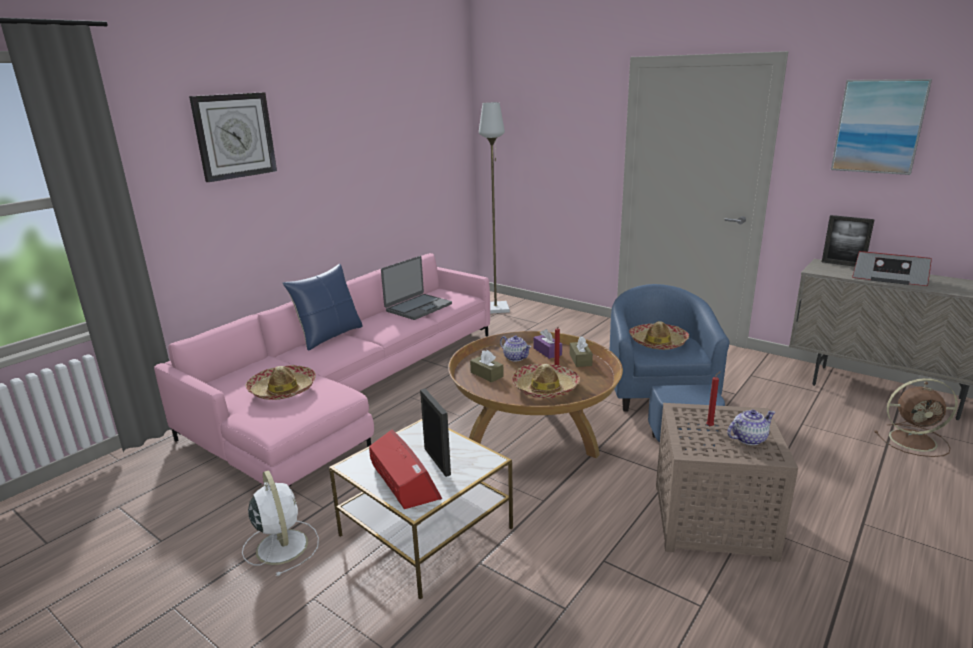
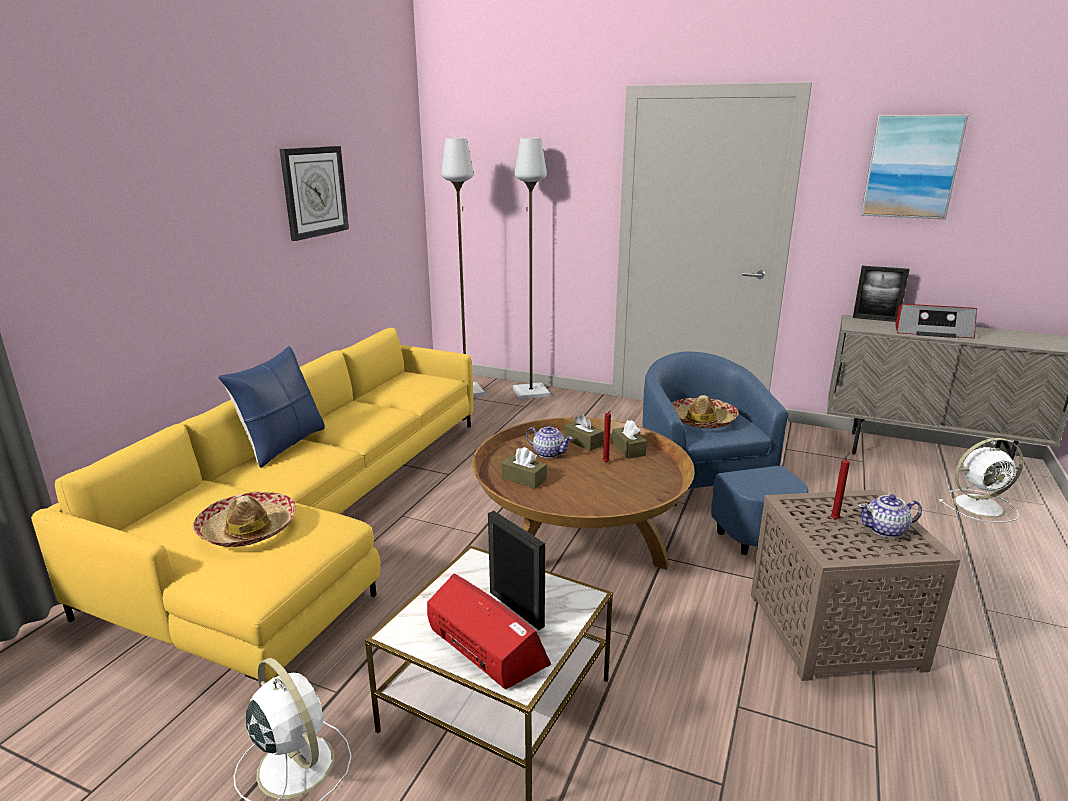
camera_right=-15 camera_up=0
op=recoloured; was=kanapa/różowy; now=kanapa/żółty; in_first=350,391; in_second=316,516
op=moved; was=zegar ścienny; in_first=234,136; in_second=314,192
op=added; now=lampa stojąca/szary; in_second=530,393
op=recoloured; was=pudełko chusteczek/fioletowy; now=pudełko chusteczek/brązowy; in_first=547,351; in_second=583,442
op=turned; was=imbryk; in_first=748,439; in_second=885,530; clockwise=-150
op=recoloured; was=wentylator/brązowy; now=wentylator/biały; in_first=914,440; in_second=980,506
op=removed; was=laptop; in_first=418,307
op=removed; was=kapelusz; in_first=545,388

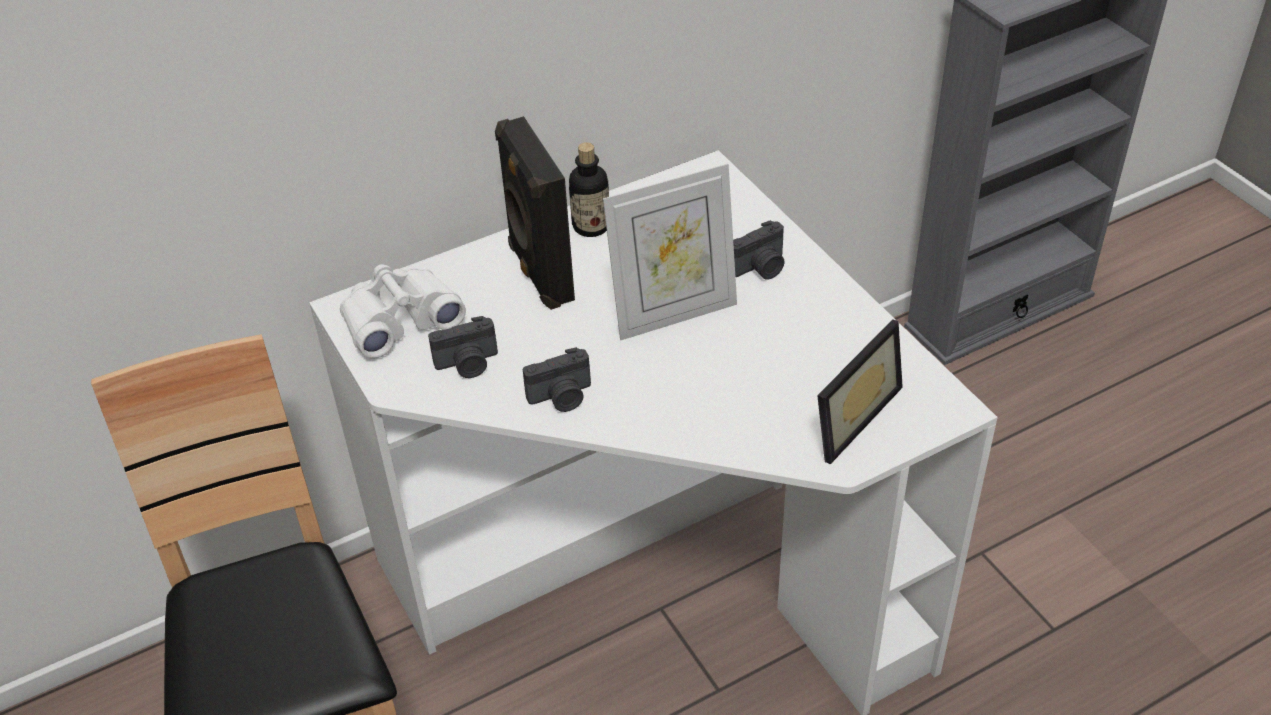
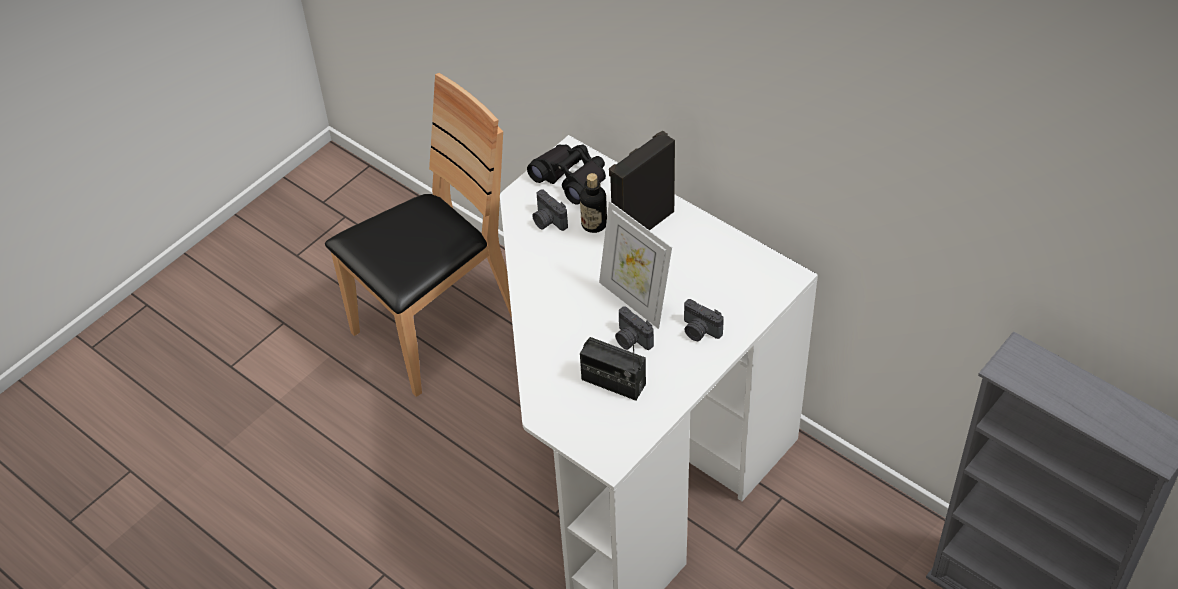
camera_right=70 camera_up=5
op=recoloured; was=lornetka/biały; now=lornetka/czarny; in_first=400,320; in_second=571,178
op=moved; was=butelka; in_first=591,226; in_second=594,224
op=added; now=radio; in_second=613,382
op=moved; was=aparat fotograficzny; in_first=562,397; in_second=631,340
op=removed; was=ramka na zdjęcie; in_first=846,414

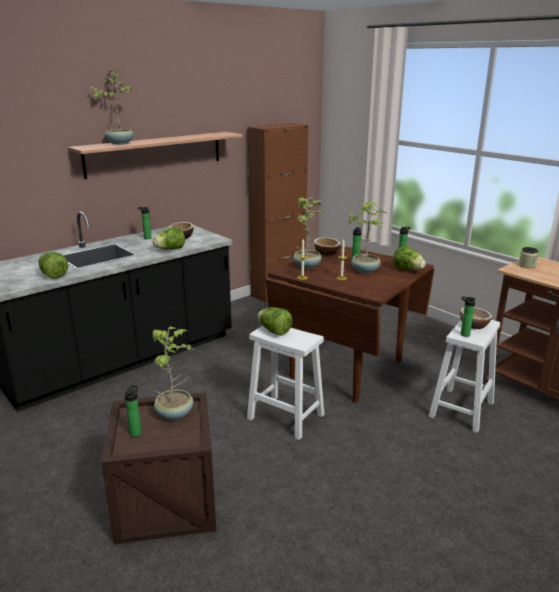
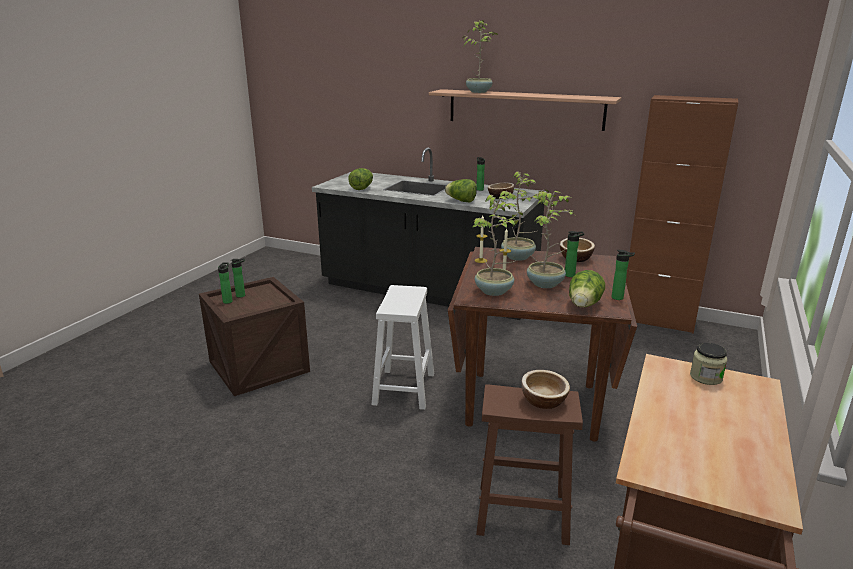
camera_right=65 camera_up=0
op=moved; was=butelka; in_first=463,334; in_second=228,301
op=moved; was=roślina doniczkowa; in_first=175,413; in_second=494,291
op=recoloured; was=stołek/biały; now=stołek/brązowy; in_first=461,410; in_second=520,513
op=removed; was=sałata; in_first=274,331

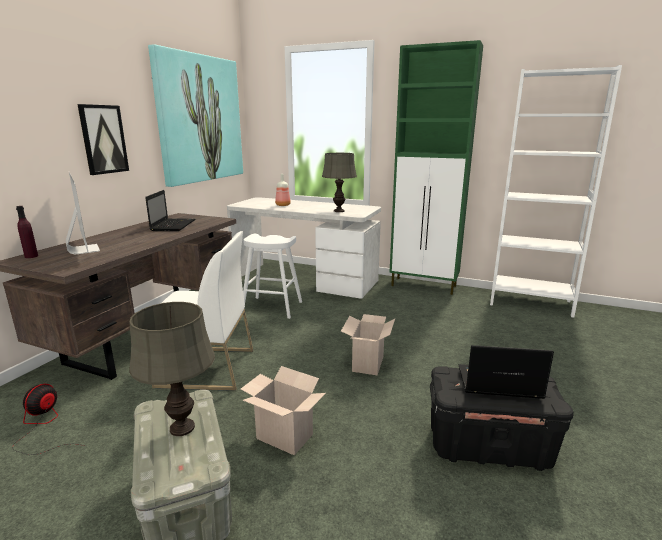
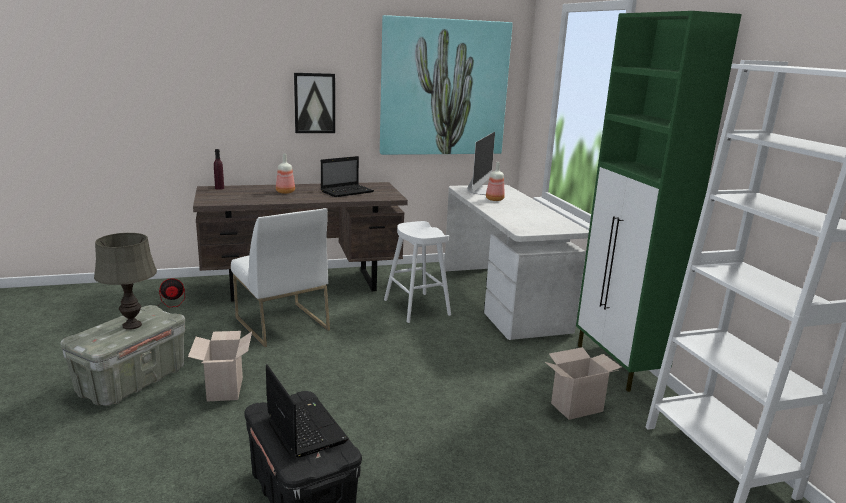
camera_right=50 camera_up=0
op=added; now=butelka; in_second=284,192
op=moved; was=monitor; in_first=83,249; in_second=480,191
op=moved; was=karton; in_first=367,363; in_second=577,406
op=removed; was=lampa stołowa/szary; in_first=338,211

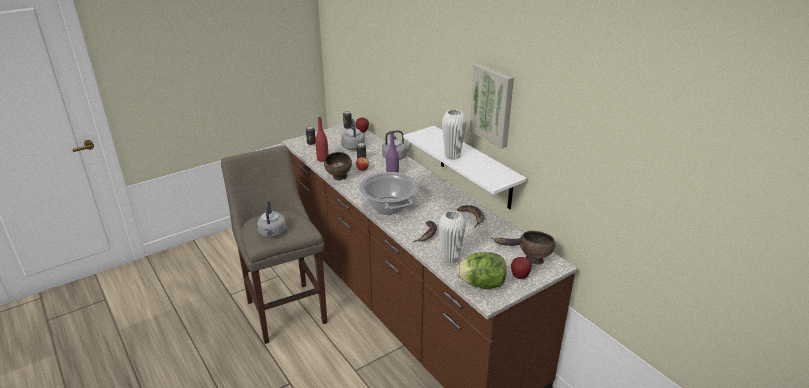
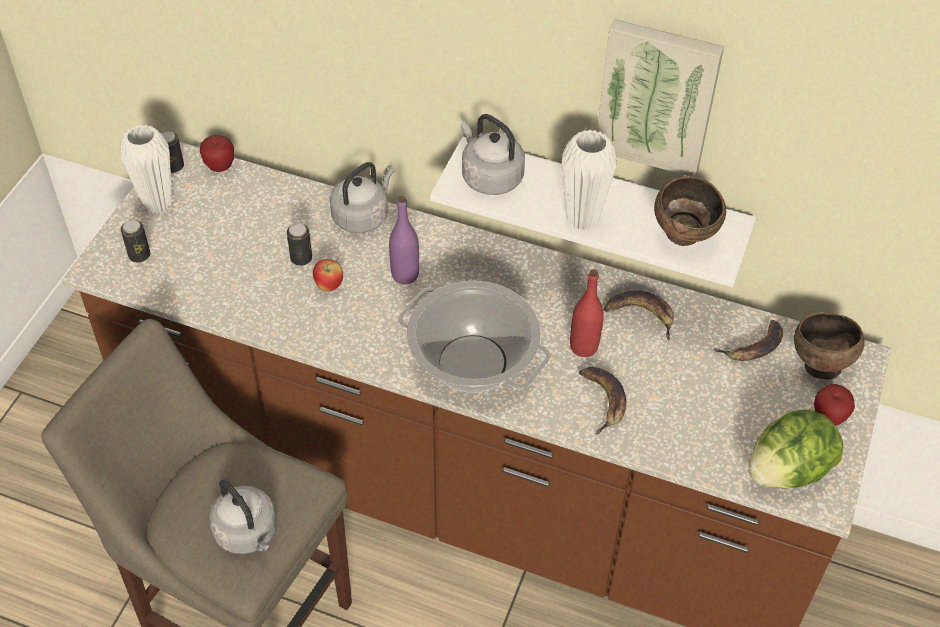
camera_right=-35 camera_up=20
op=moved; was=wazon/biały; in_first=450,258; in_second=157,203
op=moved; was=czajnik/szary; in_first=353,146; in_second=489,177
op=moved; was=butelka/czerwony; in_first=322,159; in_second=584,347
op=moved; was=miska/brązowy; in_first=339,178; in_second=685,237

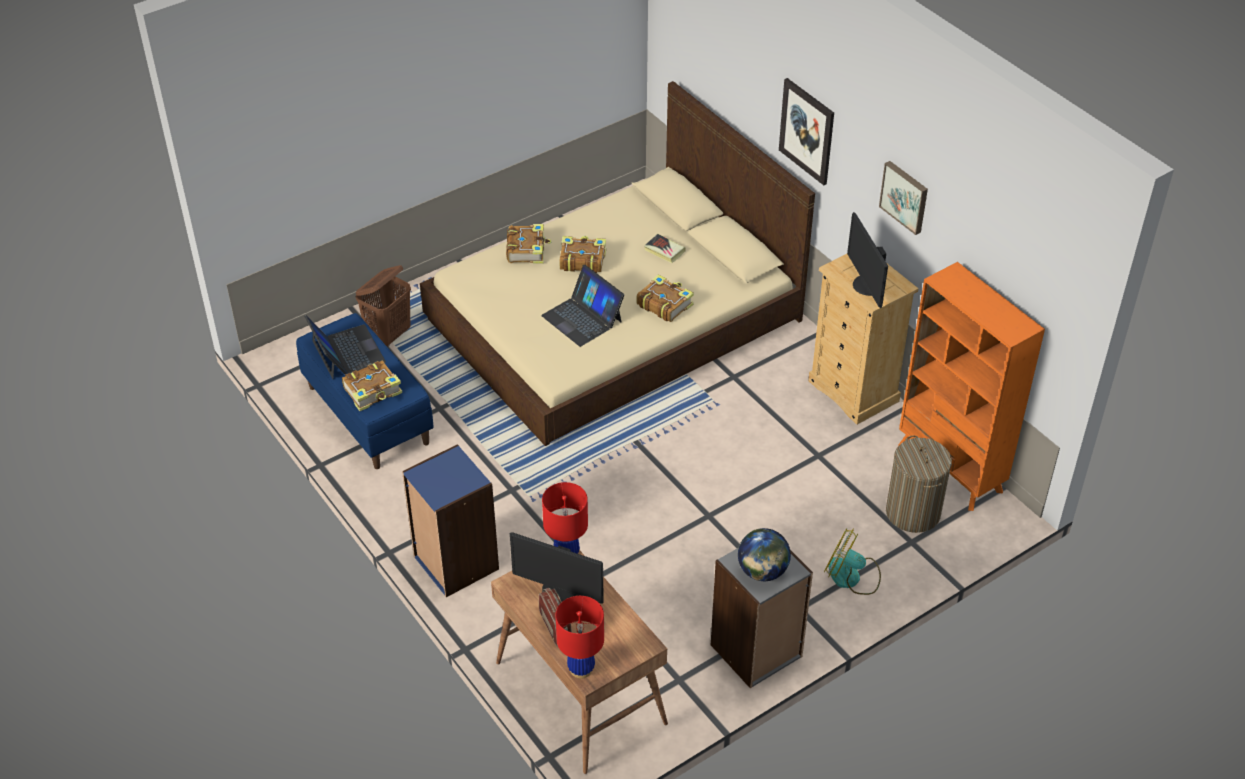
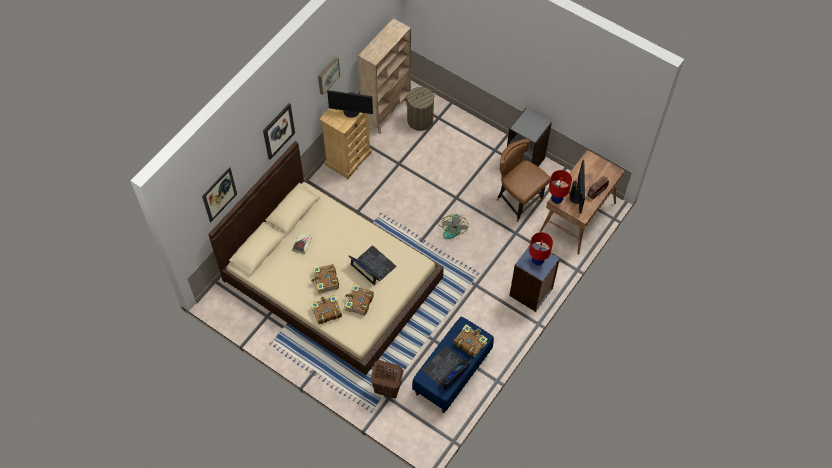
camera_right=-110 camera_up=15
op=added; now=obraz; in_second=219,194
op=turned; was=monitor; in_first=866,285; in_second=351,111; clockwise=45
op=moved; was=książka; in_first=664,304; in_second=358,302
op=turned; was=laptop; in_first=582,318; in_second=372,266; clockwise=-75
op=recoloured; was=regał/pomarańczowy; now=regał/beżowy; in_first=950,469; in_second=387,111
op=moved; was=wentylator; in_first=852,577; in_second=452,228
op=added; now=krzesło/brązowy; in_second=518,201
op=moved; was=lampa stołowa/czerwony; in_first=581,669; in_second=537,262
op=removed; was=globus; in_first=762,572

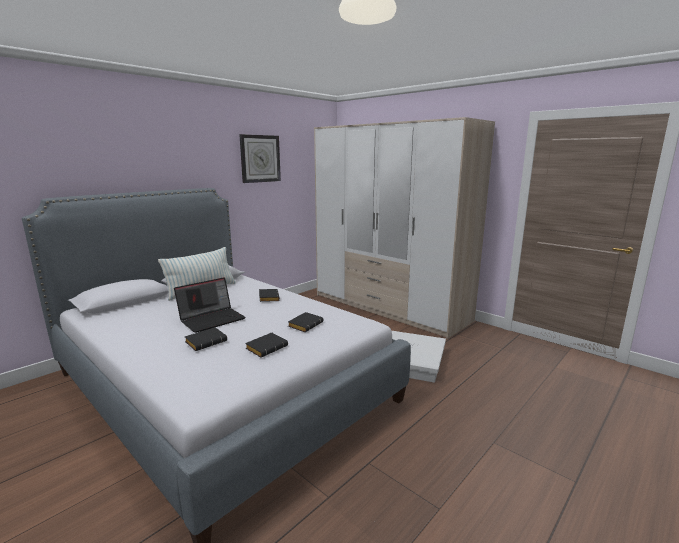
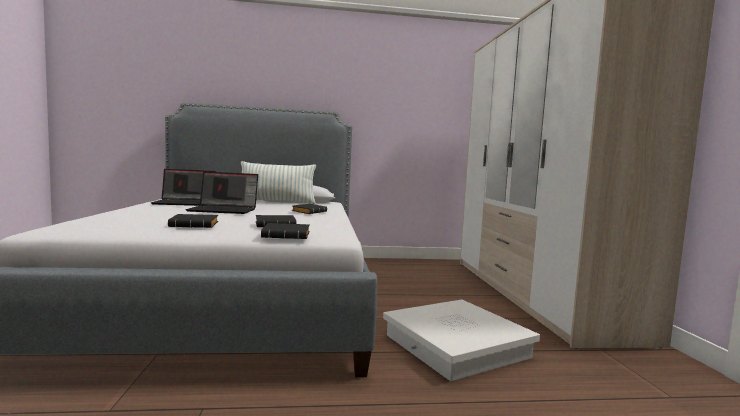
camera_right=40 camera_up=-10
op=added; now=laptop; in_second=186,203
op=moved; was=książka/czarny; in_first=206,341; in_second=287,236
op=removed; was=zegar ścienny; in_first=260,158

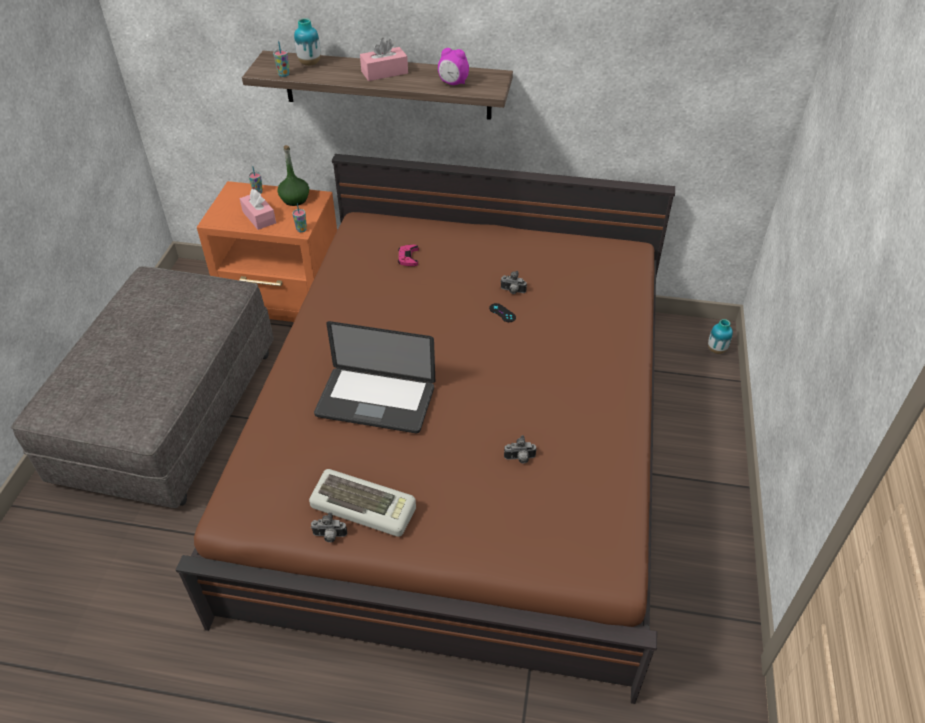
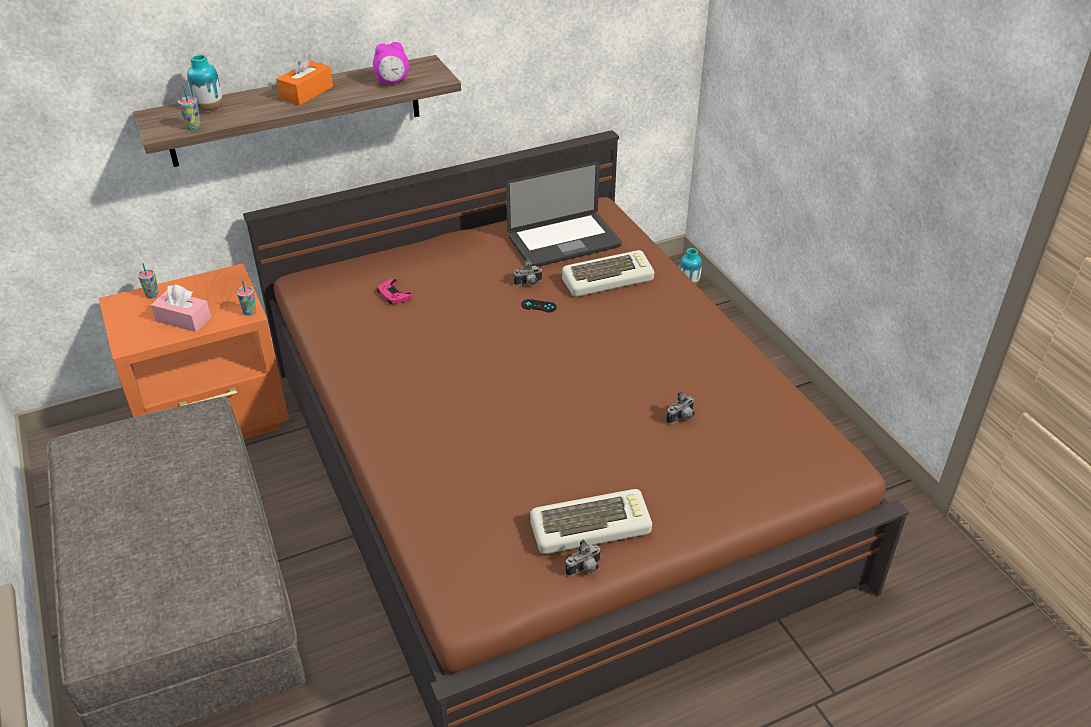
camera_right=-35 camera_up=-5
op=recoloured; was=pudełko chusteczek/różowy; now=pudełko chusteczek/pomarańczowy; in_first=384,72; in_second=306,93
op=moved; was=laptop; in_first=375,401; in_second=564,242
op=added; now=klawiatura; in_second=607,279
op=removed; was=butelka/zielony; in_first=295,199

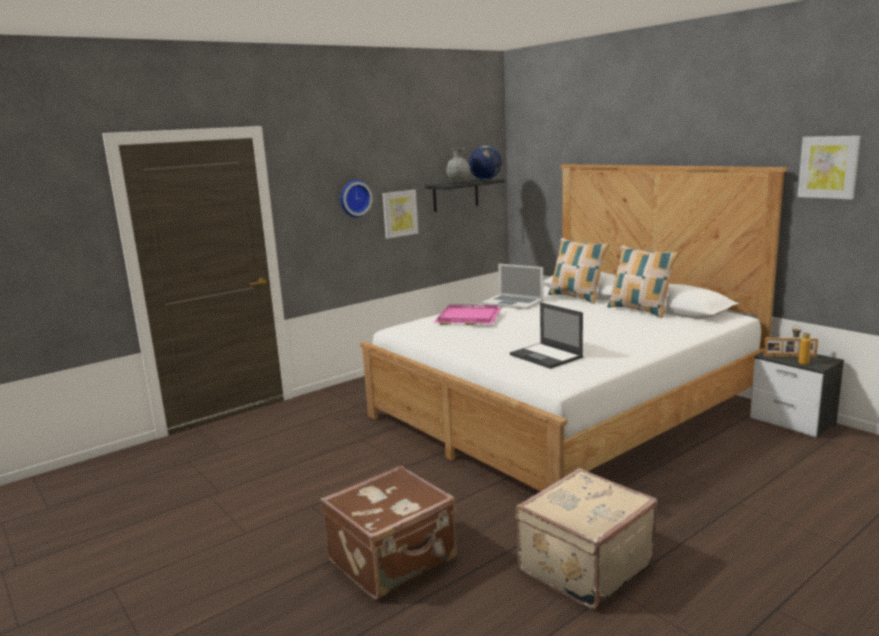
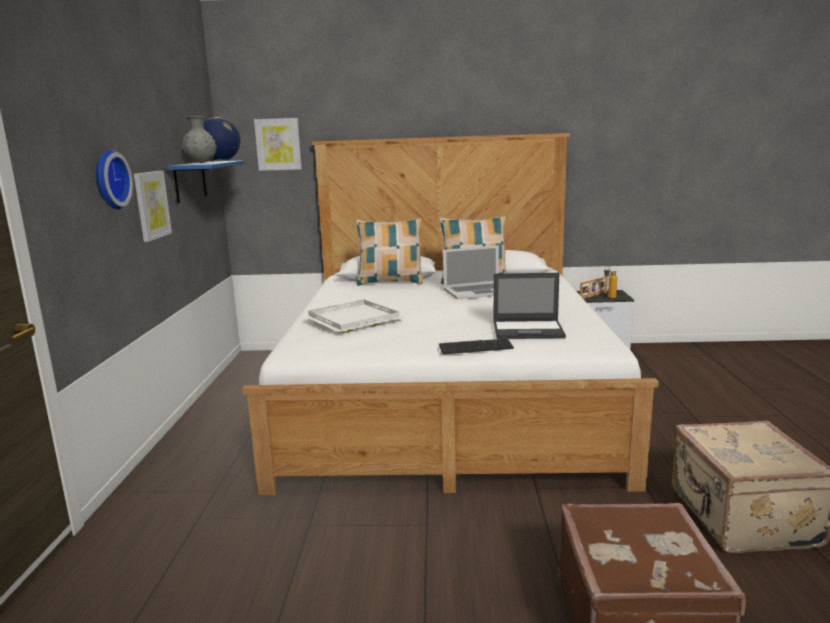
camera_right=-50 camera_up=0
op=recoloured; was=półka/czarny; now=półka/niebieski; in_first=455,195; in_second=190,181
op=moved; was=obraz; in_first=828,167; in_second=278,144
op=recoloured; was=taca/różowy; now=taca/biały; in_first=467,318; in_second=353,320
op=added; now=klawiatura; in_second=475,348
op=moved; was=laptop; in_first=513,302; in_second=478,291

